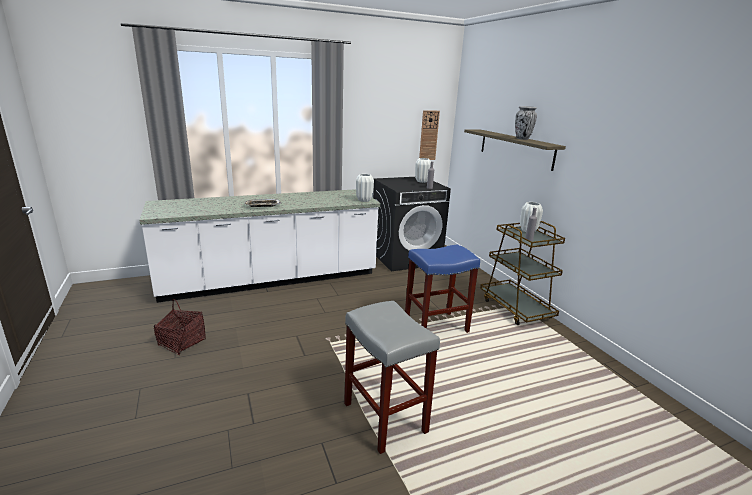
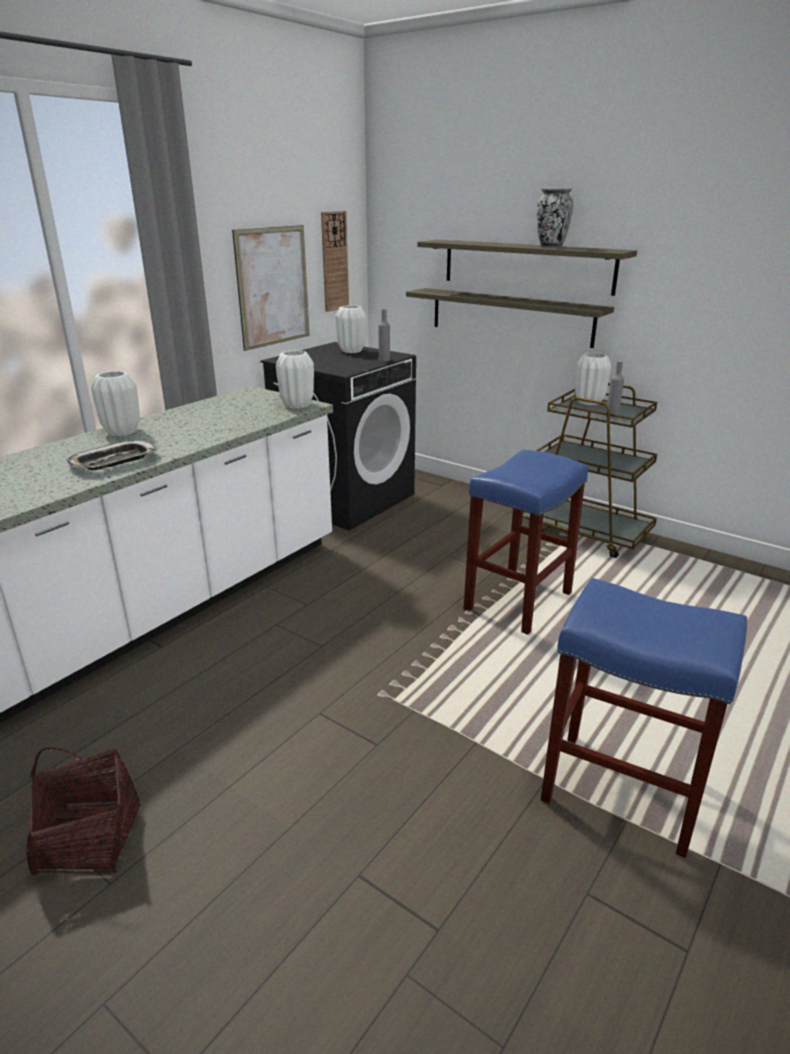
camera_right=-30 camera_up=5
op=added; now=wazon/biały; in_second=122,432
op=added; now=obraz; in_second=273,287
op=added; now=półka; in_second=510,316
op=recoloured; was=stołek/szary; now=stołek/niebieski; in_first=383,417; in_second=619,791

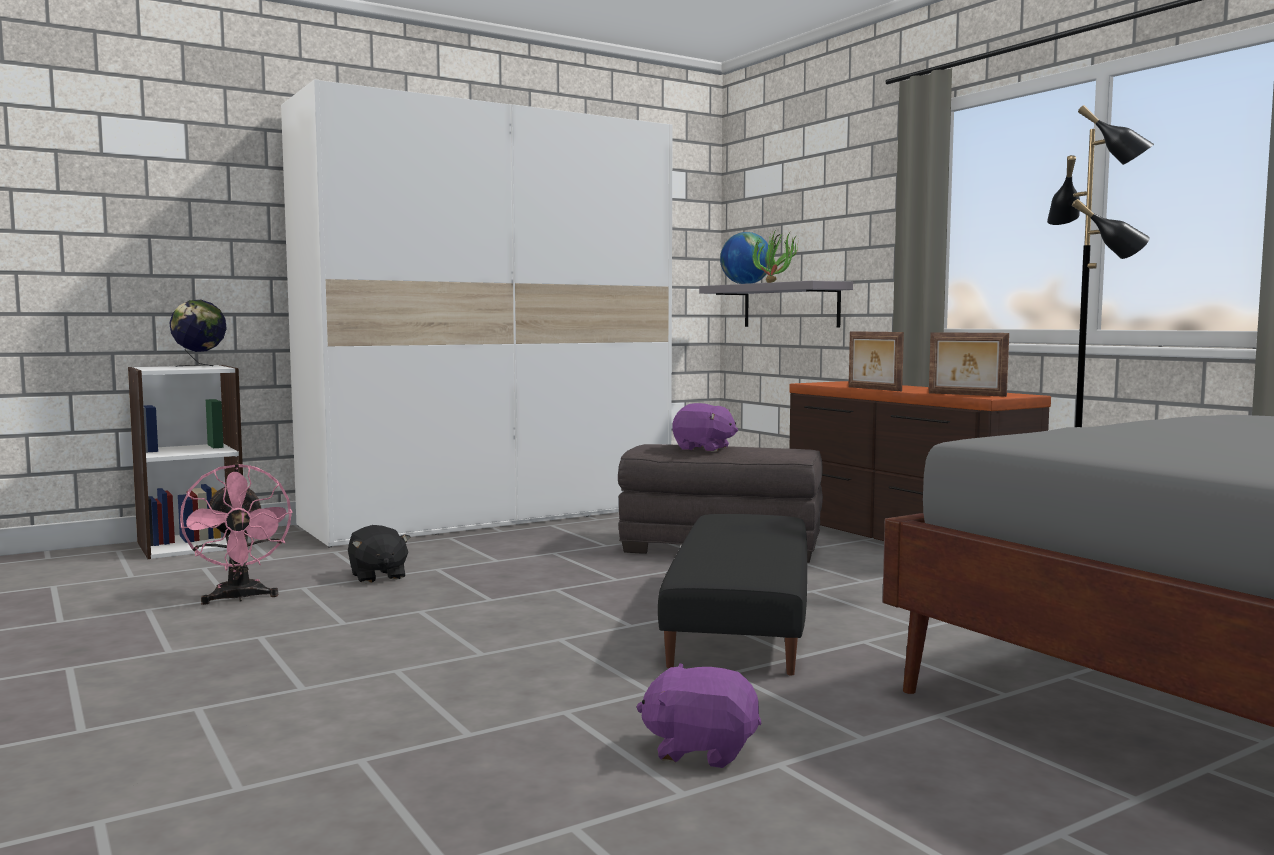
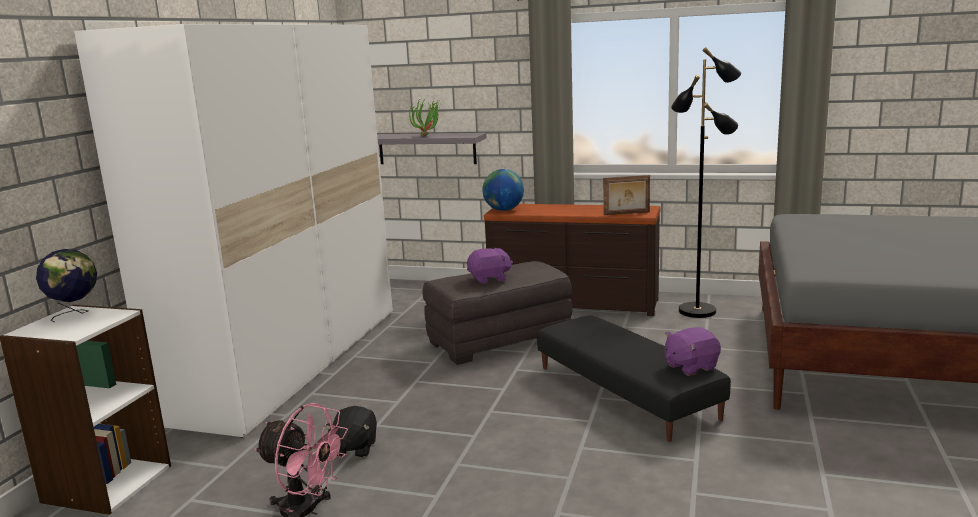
camera_right=-40 camera_up=10
op=turned; was=pluszak/czarny; in_first=377,576; in_second=354,448; clockwise=75
op=moved; was=globus; in_first=745,284; in_second=503,210
op=moved; was=pluszak/fioletowy; in_first=701,750; in_second=690,366
op=removed; was=ramka na zdjęcie; in_first=873,389

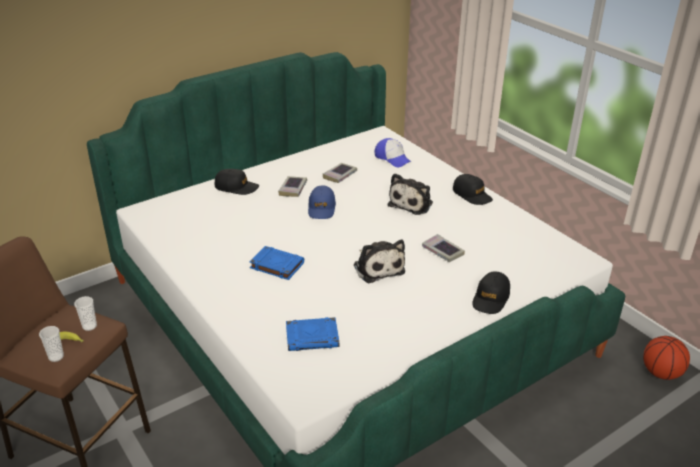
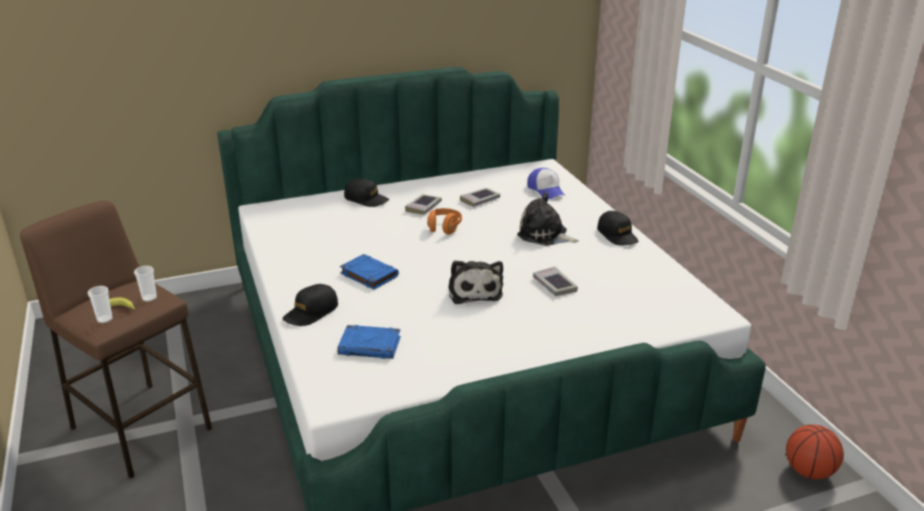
camera_right=15 camera_up=-5
op=moved; was=czapka z daszkiem/czarny; in_first=491,298; in_second=311,312
op=replaced; was=czapka z daszkiem/niebieski; now=słuchawki/pomarańczowy; in_first=321,208; in_second=444,228
op=turned; was=pluszak; in_first=412,203; in_second=545,235; clockwise=75

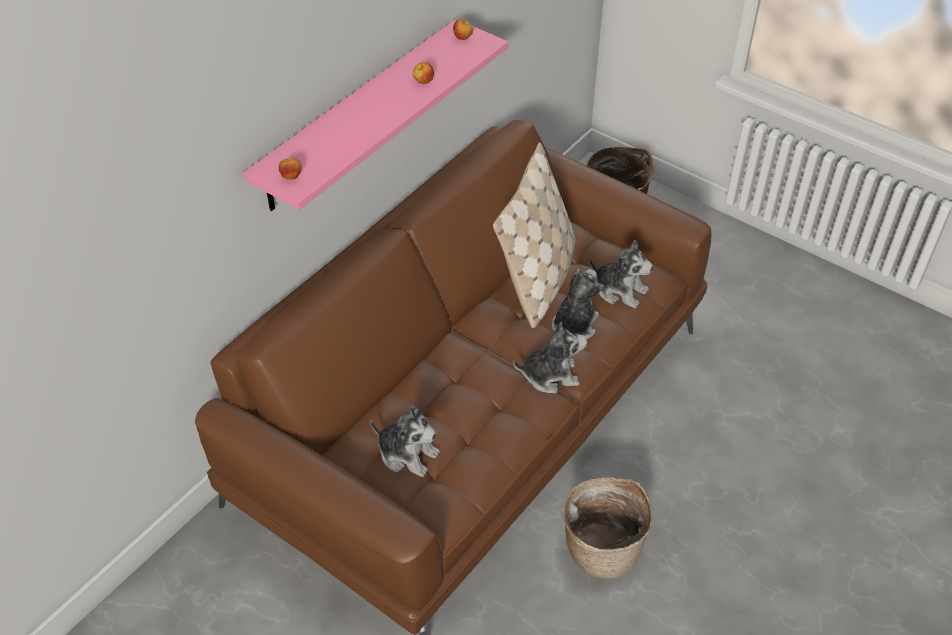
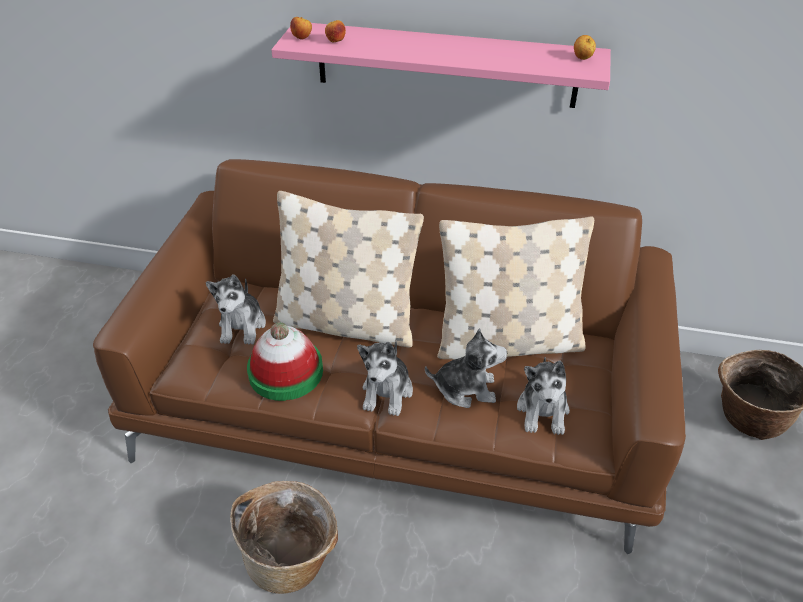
camera_right=65 camera_up=-5
op=added; now=kapelusz; in_second=285,372
op=added; now=poduszka/beżowy; in_second=346,323
op=moved; was=jabłko; in_first=423,82; in_second=335,41
op=turned; was=pluszak; in_first=550,375; in_second=387,392; clockwise=45

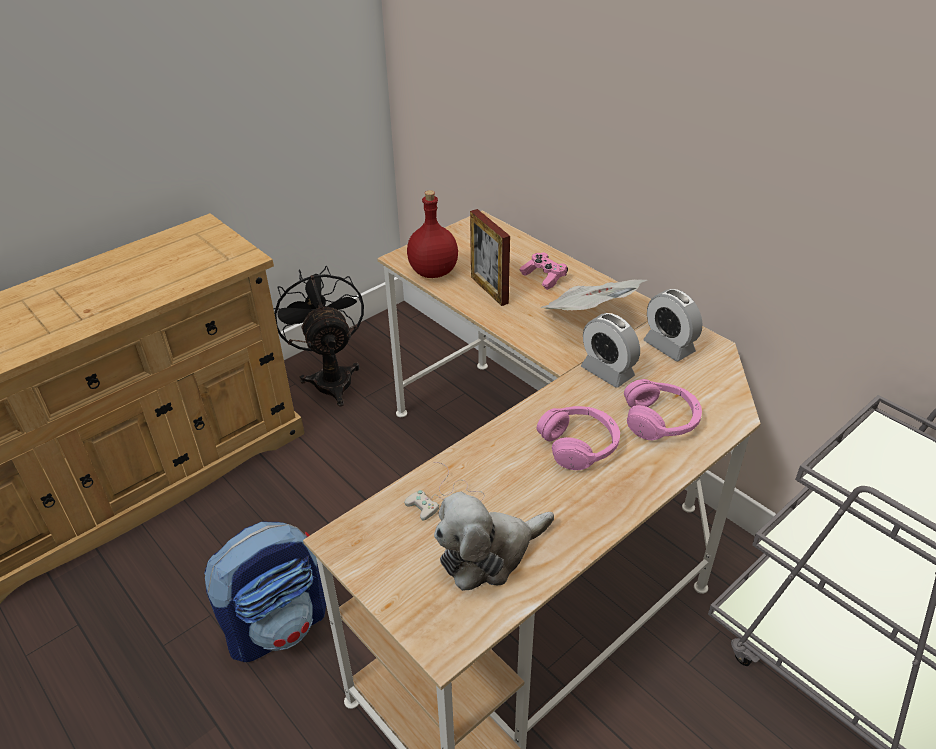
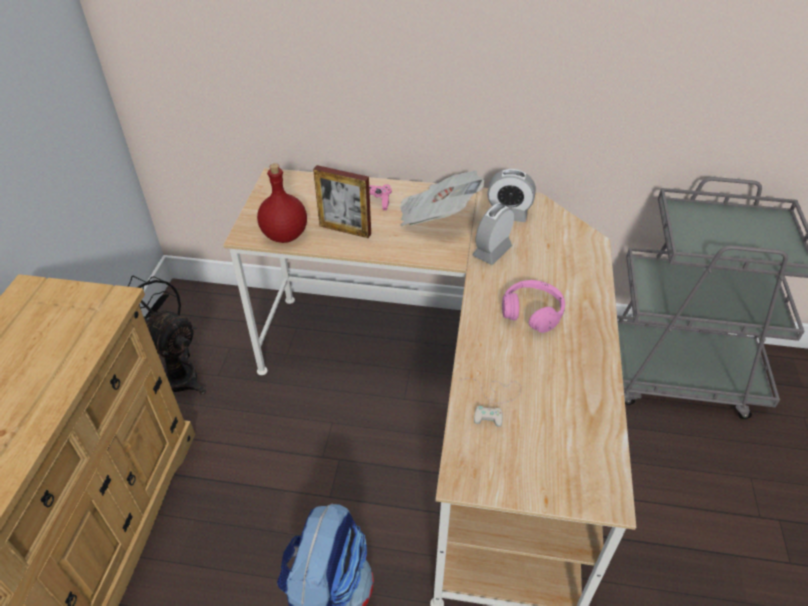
camera_right=-40 camera_up=5
op=turned; was=budzik; in_first=607,372; in_second=492,251; clockwise=120
op=removed; was=pluszak; in_first=489,553
op=removed; was=słuchawki/różowy; in_first=660,420

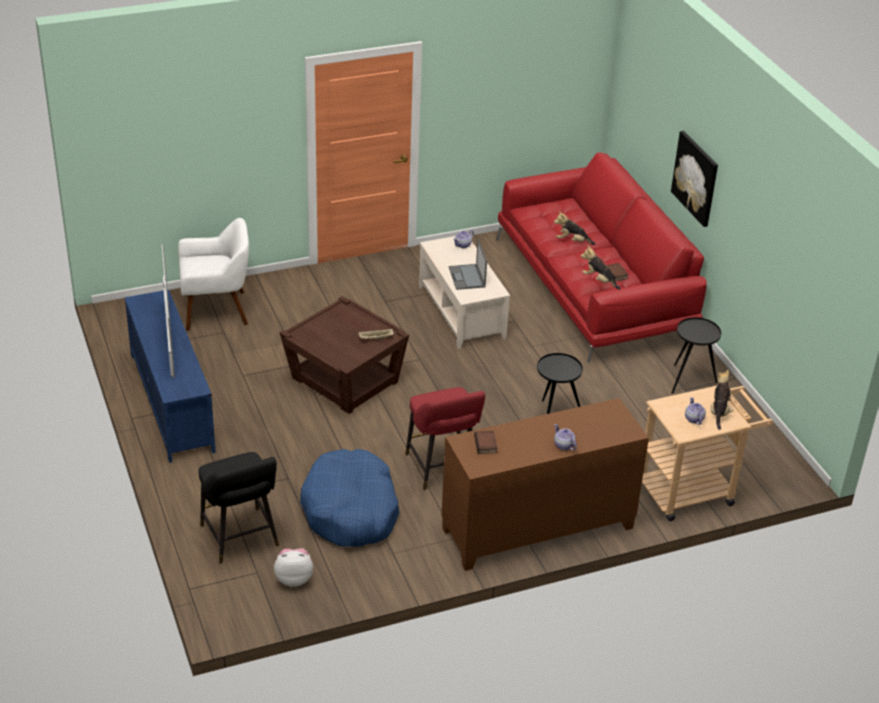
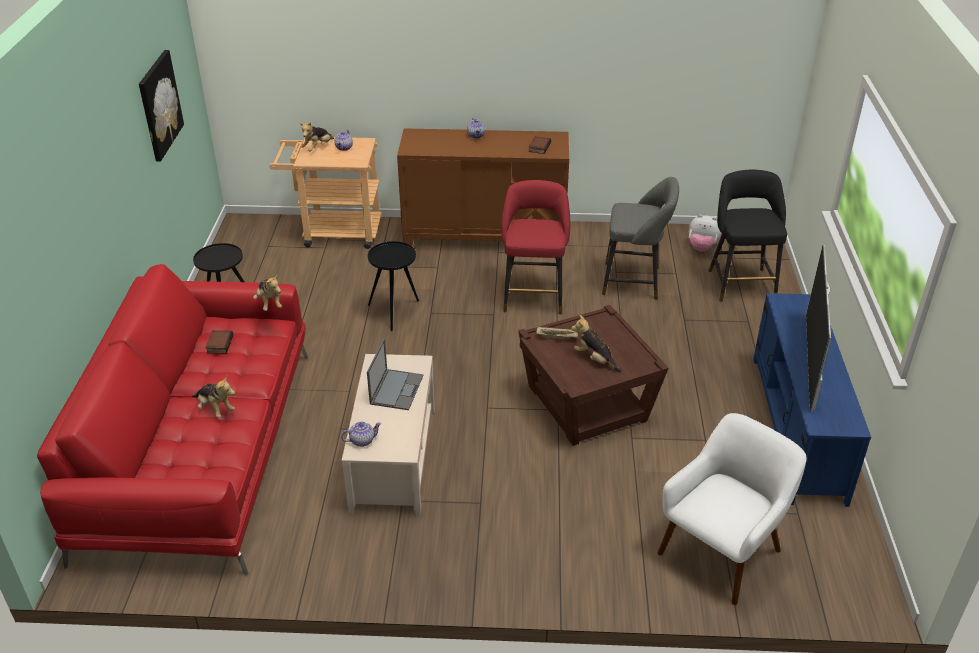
camera_right=-155 camera_up=0
op=moved; was=obraz; in_first=696,178; in_second=159,105
op=added; now=pluszak; in_second=595,359
op=replaced; was=legowisko/niebieski; now=stołek/szary; in_first=351,510; in_second=635,282
op=turned; was=fotel/biały; in_first=216,310; in_second=722,552; clockwise=120

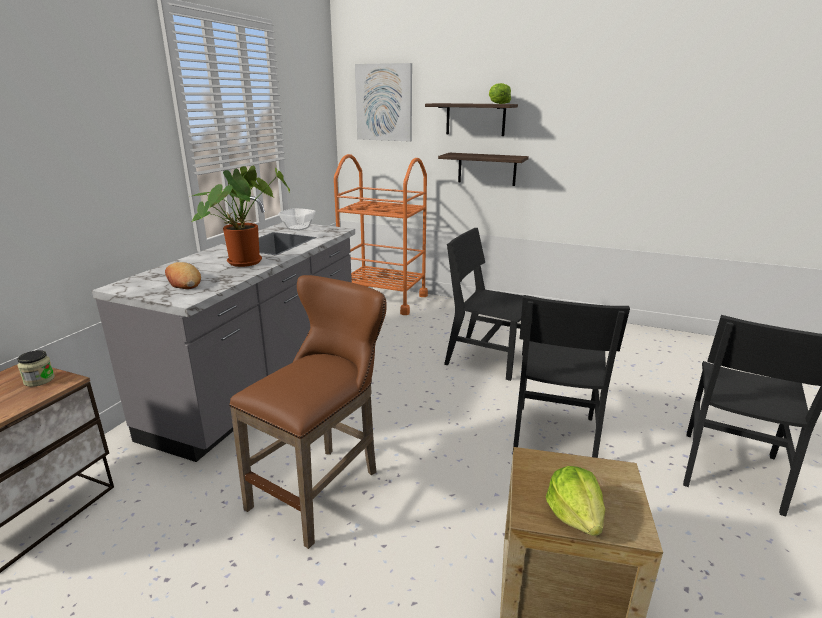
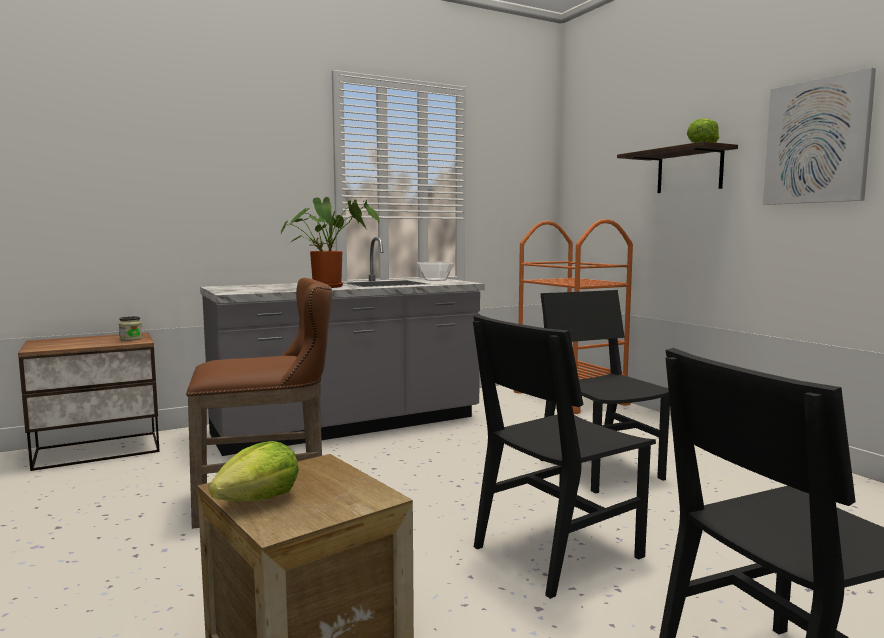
camera_right=40 camera_up=-15
op=moved; was=obraz; in_first=384,102; in_second=817,142
op=removed; was=chleb; in_first=183,281
op=removed; was=półka; in_first=487,169

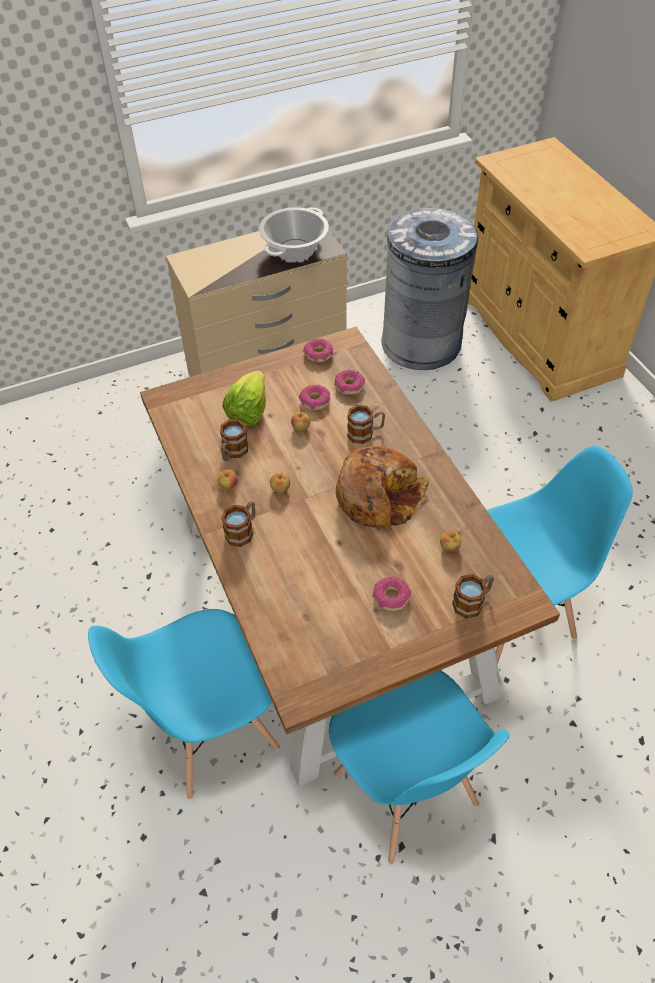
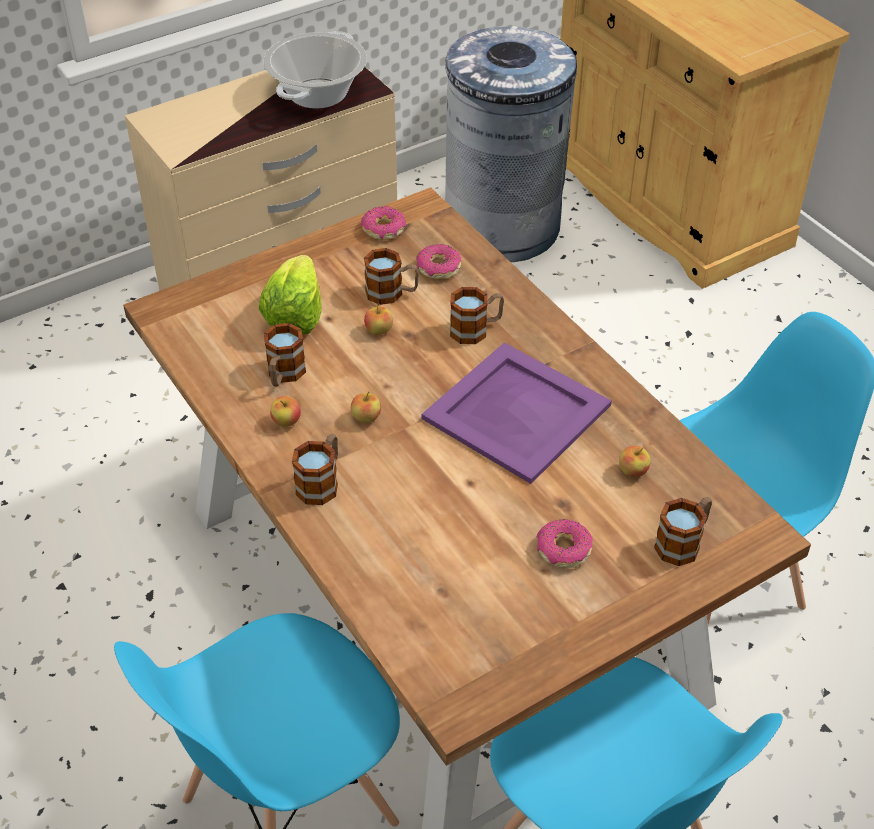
camera_right=-10 camera_up=-5
op=replaced; was=donut; now=kubek; in_first=315,401; in_second=392,293
op=replaced; was=chleb; now=taca/fioletowy; in_first=379,495; in_second=514,412

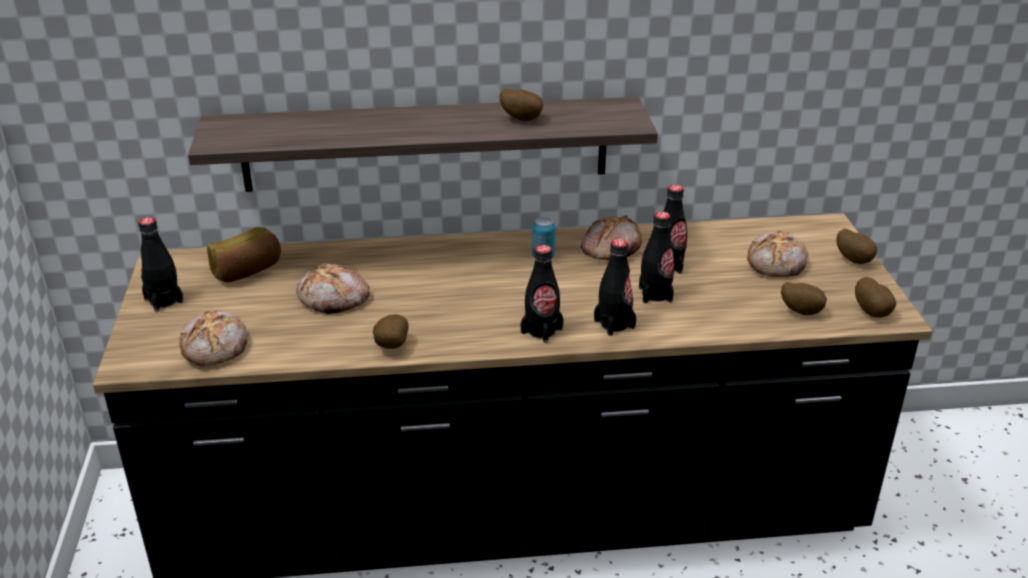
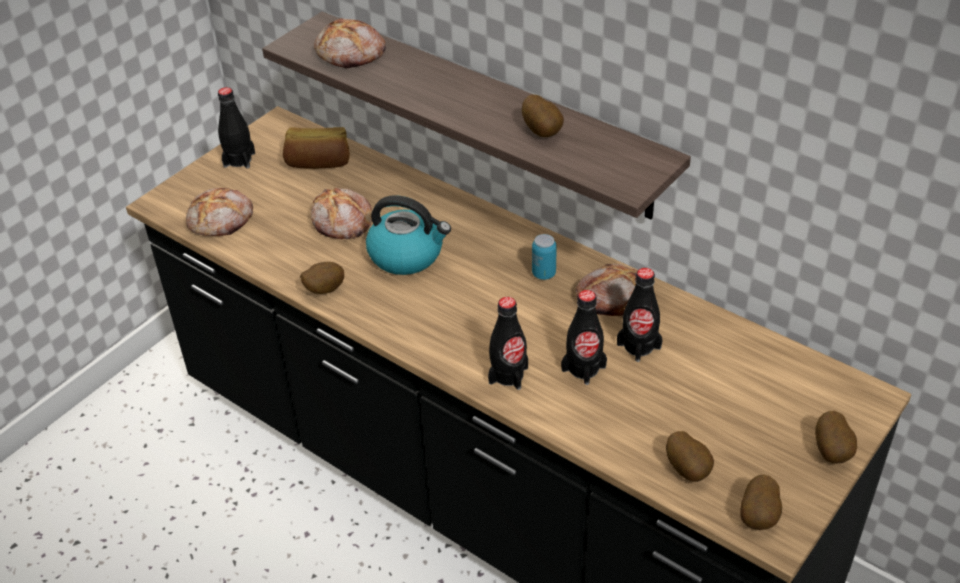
camera_right=45 camera_up=10
op=moved; was=chleb; in_first=777,264; in_second=351,54
op=added; now=czajnik; in_second=407,255
op=removed; was=butelka/czarny; in_first=541,330

